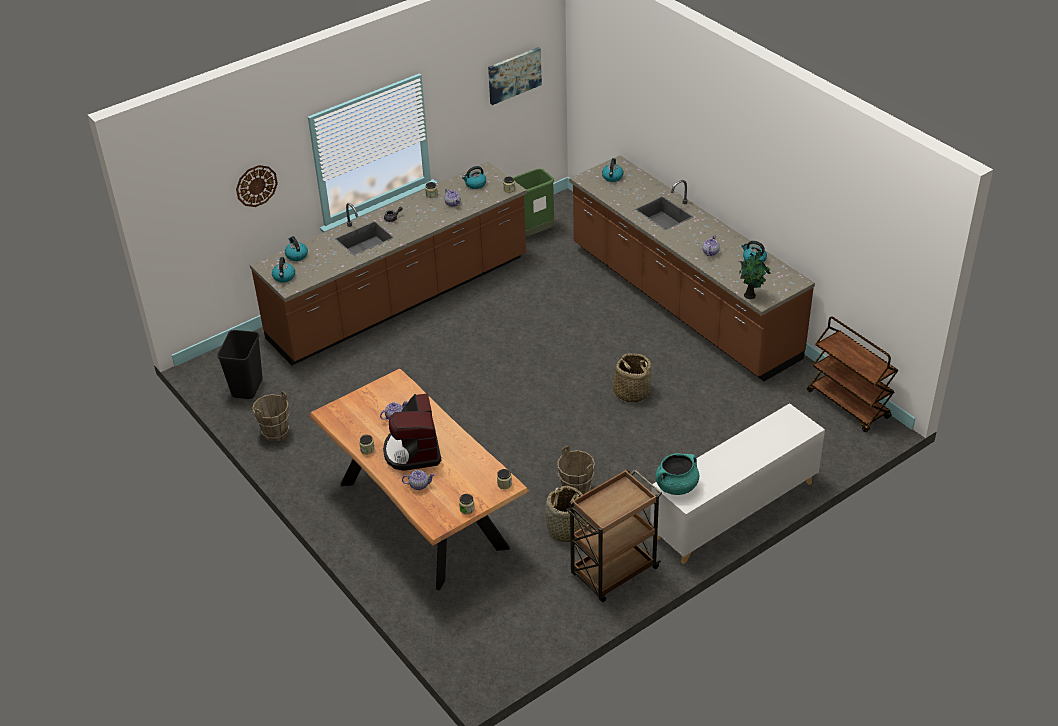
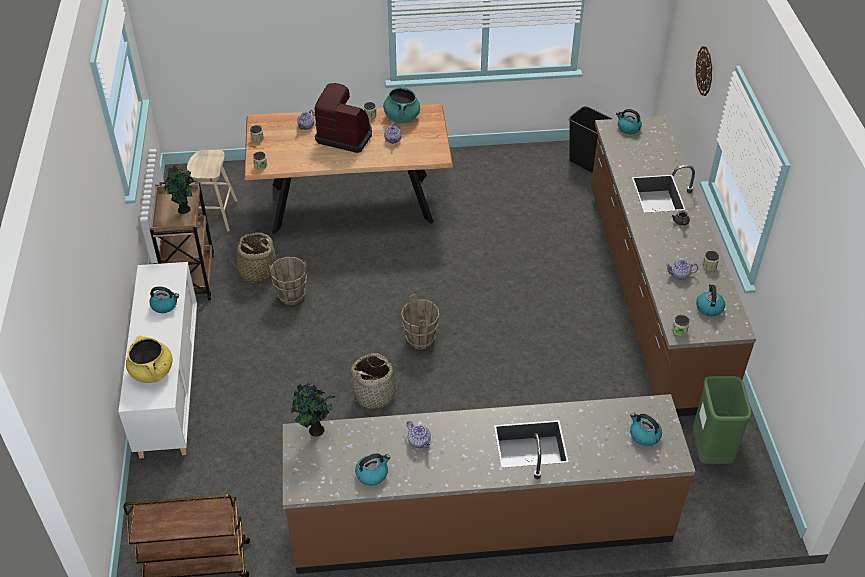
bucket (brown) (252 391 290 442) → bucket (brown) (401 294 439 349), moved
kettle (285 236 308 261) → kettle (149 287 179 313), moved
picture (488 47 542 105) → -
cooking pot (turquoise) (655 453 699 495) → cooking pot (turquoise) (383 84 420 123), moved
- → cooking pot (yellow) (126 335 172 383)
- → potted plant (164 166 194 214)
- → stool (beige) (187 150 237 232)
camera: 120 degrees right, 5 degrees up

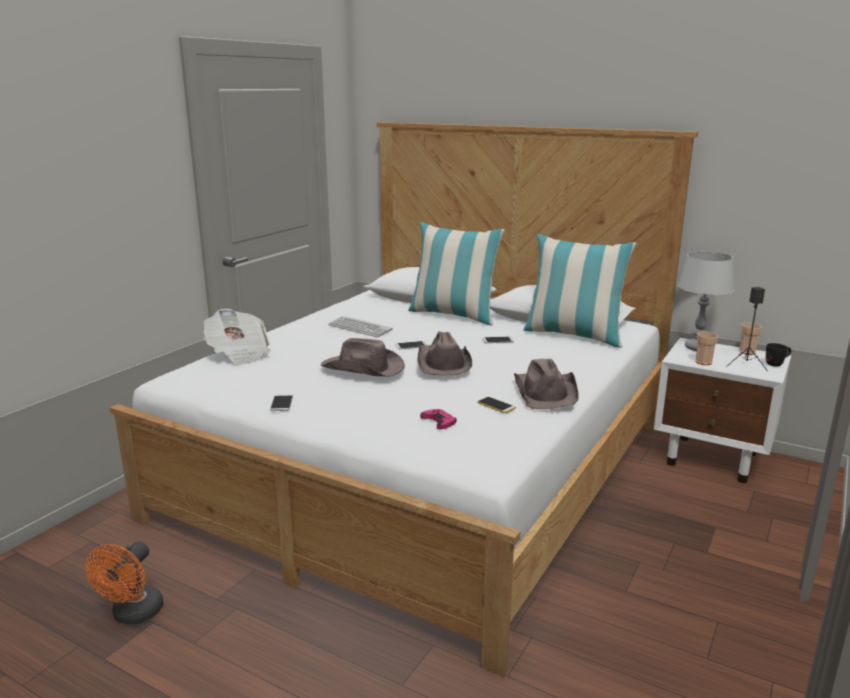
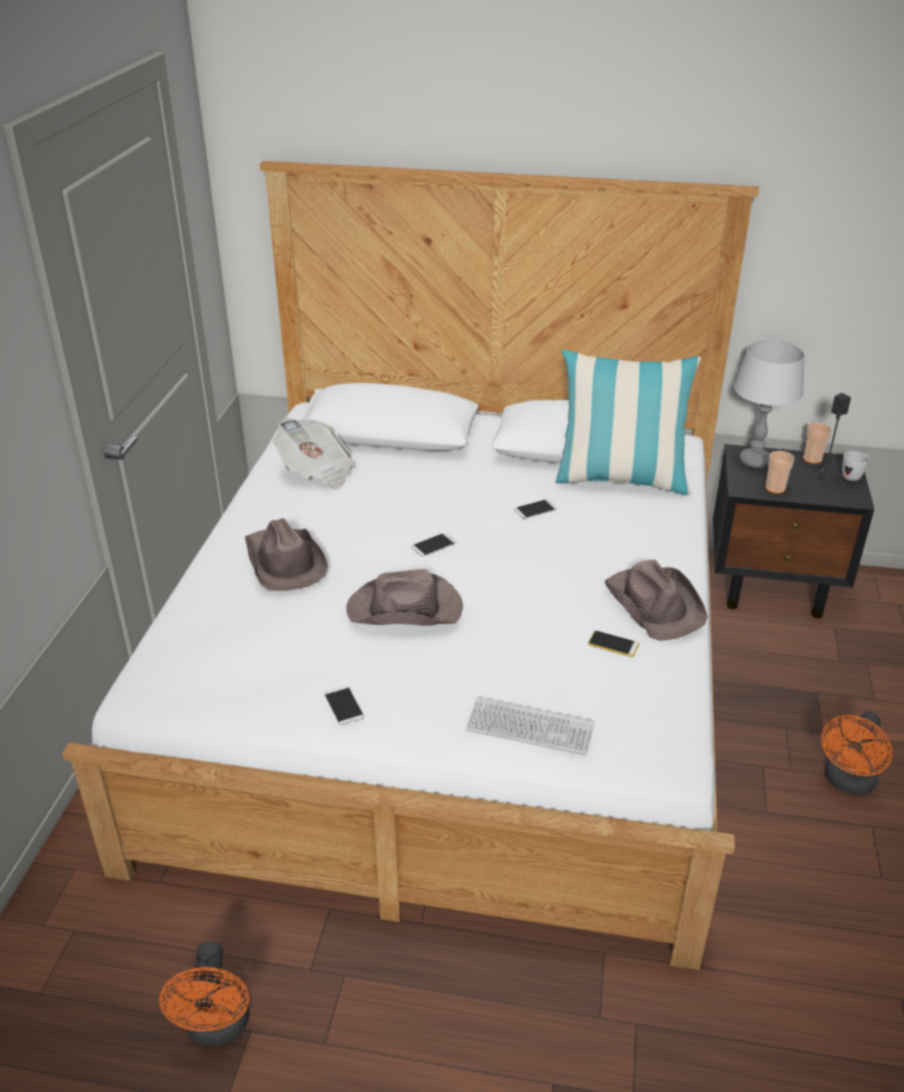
newspaper (204 309 270 365) → newspaper (273 418 356 489), moved
keyboard (328 316 393 337) → keyboard (466 697 595 755), moved
pillow (408 222 505 325) → -
hat (brown) (417 331 472 376) → hat (brown) (245 518 328 591), moved
game controller (pink) (421 409 457 430) → -
nightstand (white) (654 338 791 483) → nightstand (black) (713 444 874 618)
mug (black) (766 343 791 367) → mug (white) (842 451 869 481)
- → fan (orange) (821 711 893 795)
camera: 20 degrees left, 15 degrees up

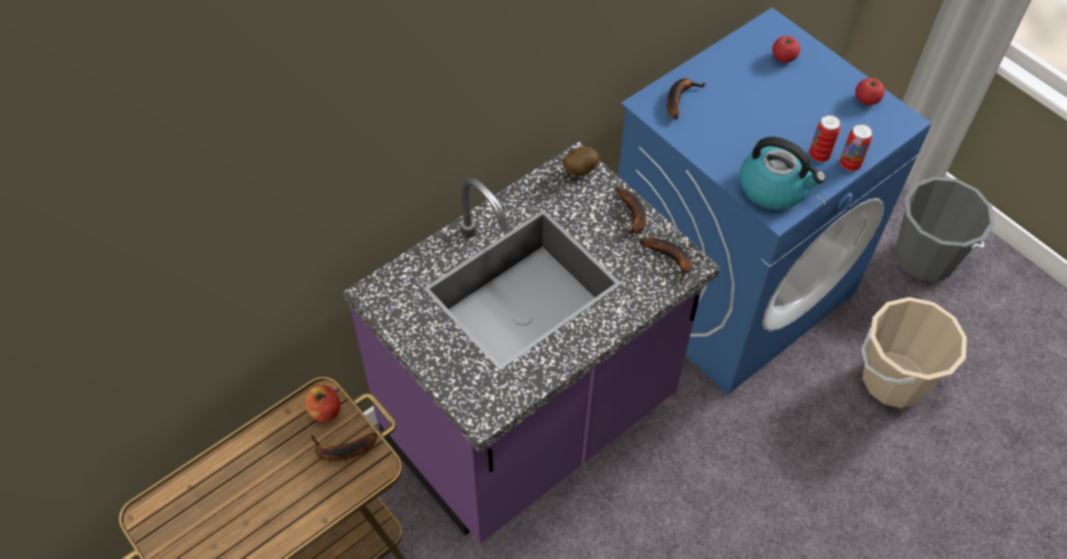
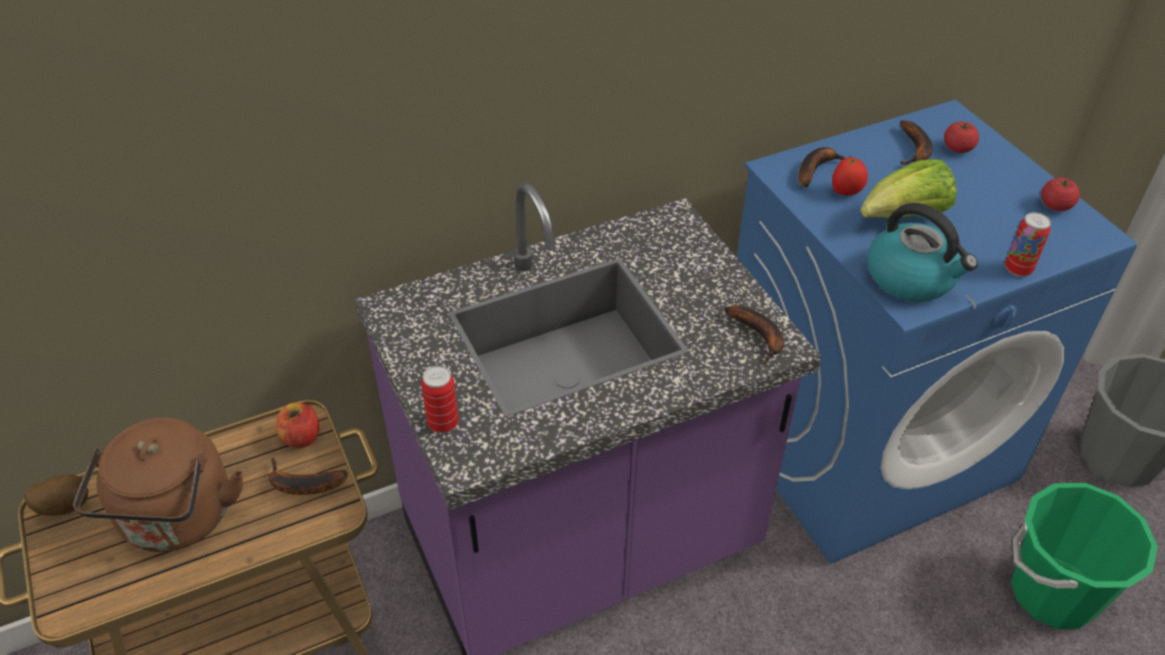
potato (562 146 599 176) → potato (24 474 88 516), moved
banana (616 188 647 239) → banana (900 120 932 165), moved
can (809 115 841 162) → can (421 366 459 433), moved
bucket (beige) (861 297 967 408) → bucket (green) (1011 483 1158 629)
- → kettle (brown) (73 417 243 552)
- → tomato (832 157 868 196)
- → lettuce (861 159 957 218)
camera: 15 degrees right, 10 degrees down

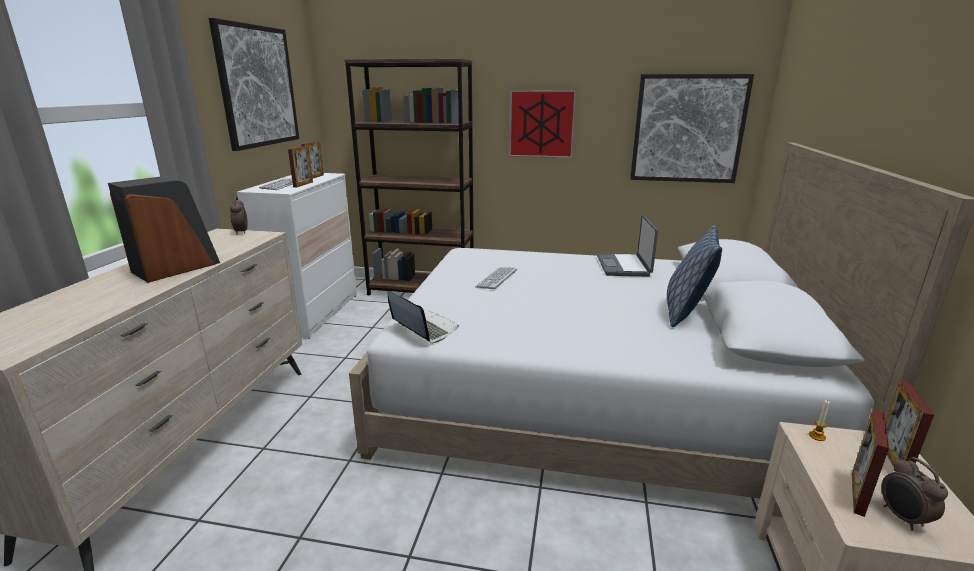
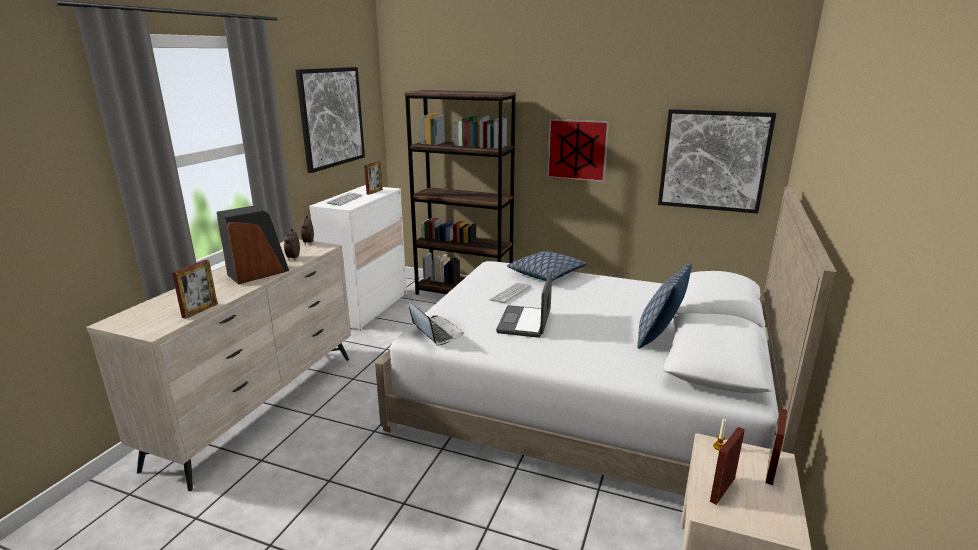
picture frame (288 146 313 187) → picture frame (172 260 218 319), moved
laptop (597 215 658 276) → laptop (496 271 552 338), moved
alarm clock (882 456 948 531) → alarm clock (284 229 300 261), moved
- → pillow (507 251 587 281)
camera: 10 degrees right, 0 degrees up

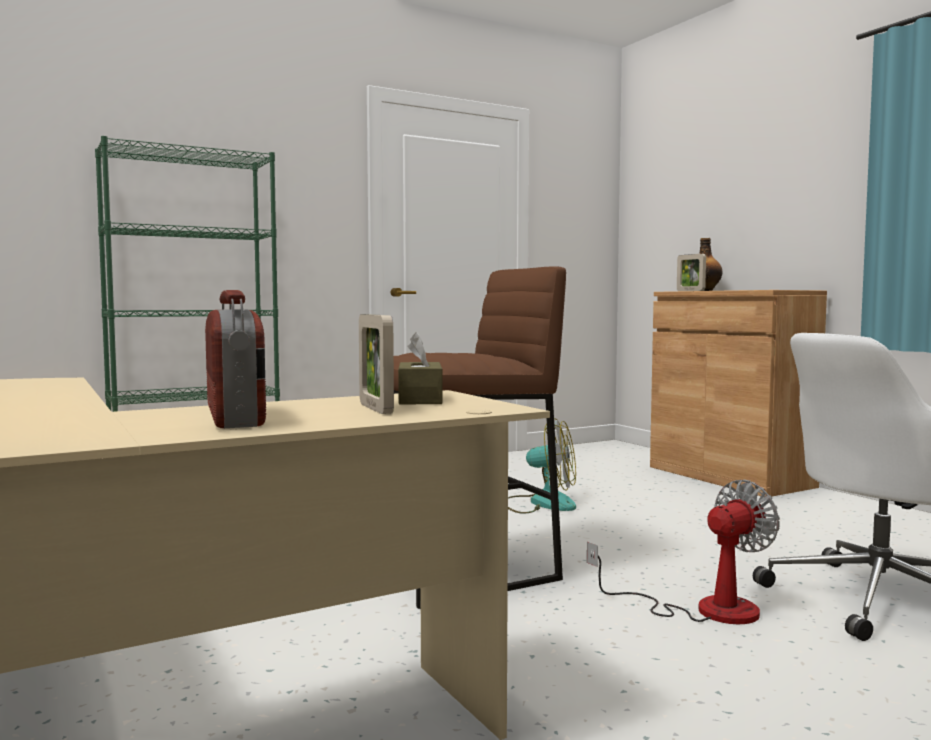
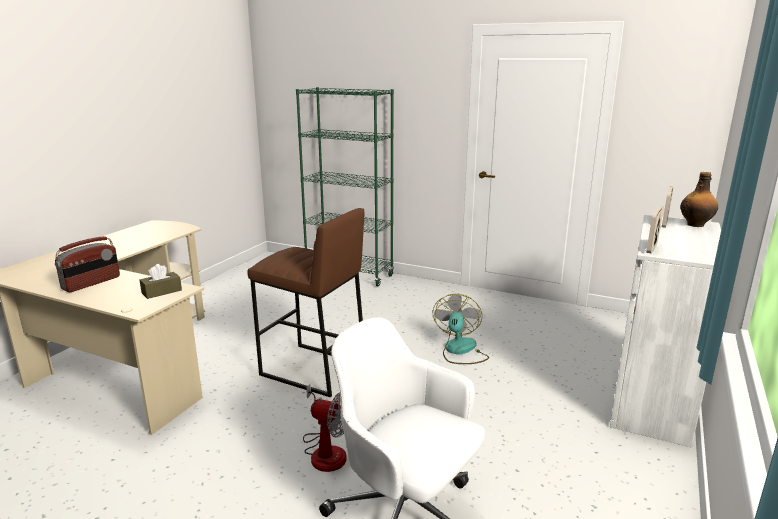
picture frame (359 314 394 414) → picture frame (646 206 664 253), moved
fan (508 418 576 514) → fan (433 294 489 364), 150 degrees counterclockwise
cabinet (brown) (650 290 827 497) → cabinet (white) (610 215 721 447)
camera: 55 degrees right, 15 degrees up

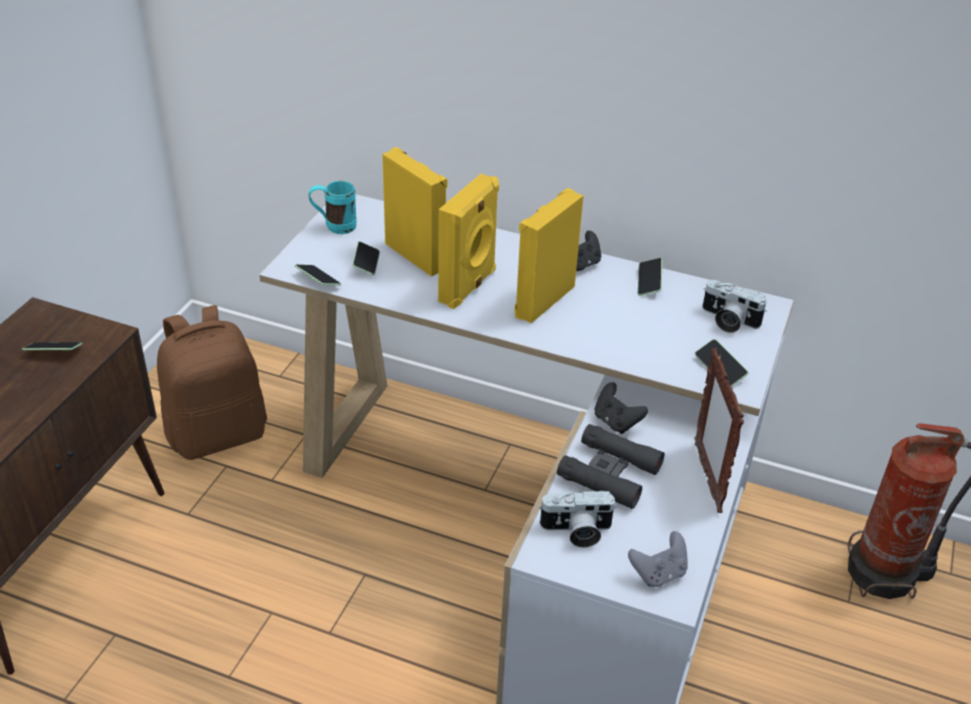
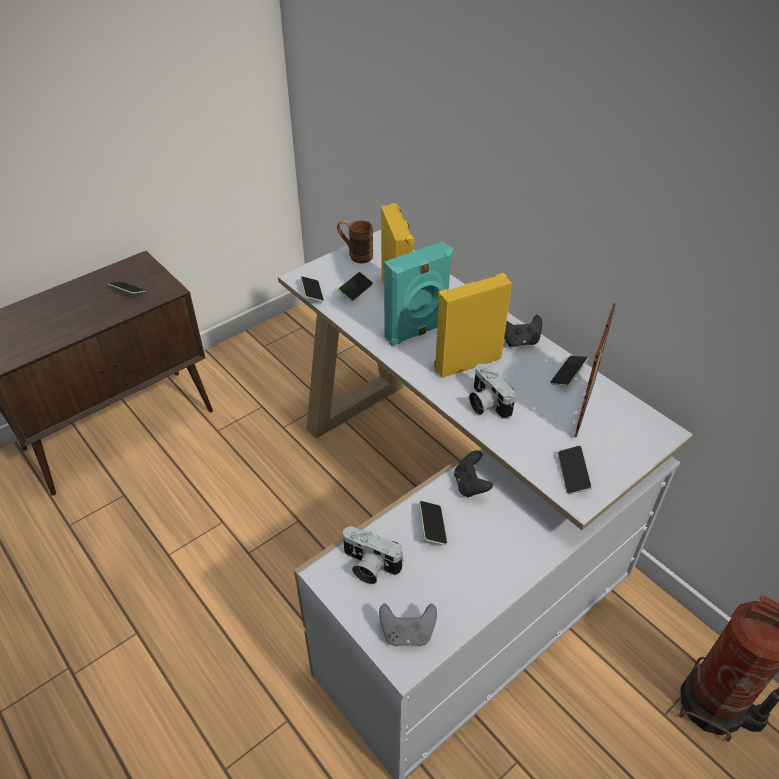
backpack (brown) (157 305 267 460) → -
mug (turquoise) (308 181 357 234) → mug (brown) (337 220 373 263)
speaker (yellow) (438 174 499 309) → speaker (turquoise) (384 241 453 346)
binoculars (black) (557 424 665 509) → phone (419 501 447 545)
picture frame (694 348 744 513) → picture frame (574 303 616 437), moved
photo camera (702 280 767 333) → photo camera (469 364 516 419), moved
camera: 30 degrees right, 5 degrees up

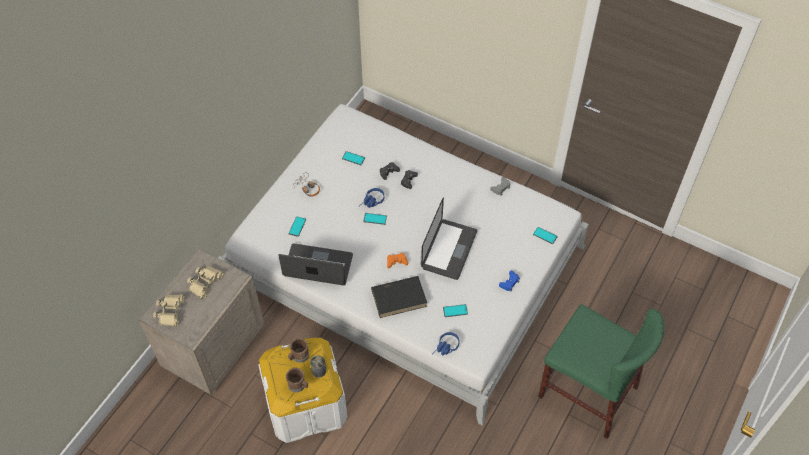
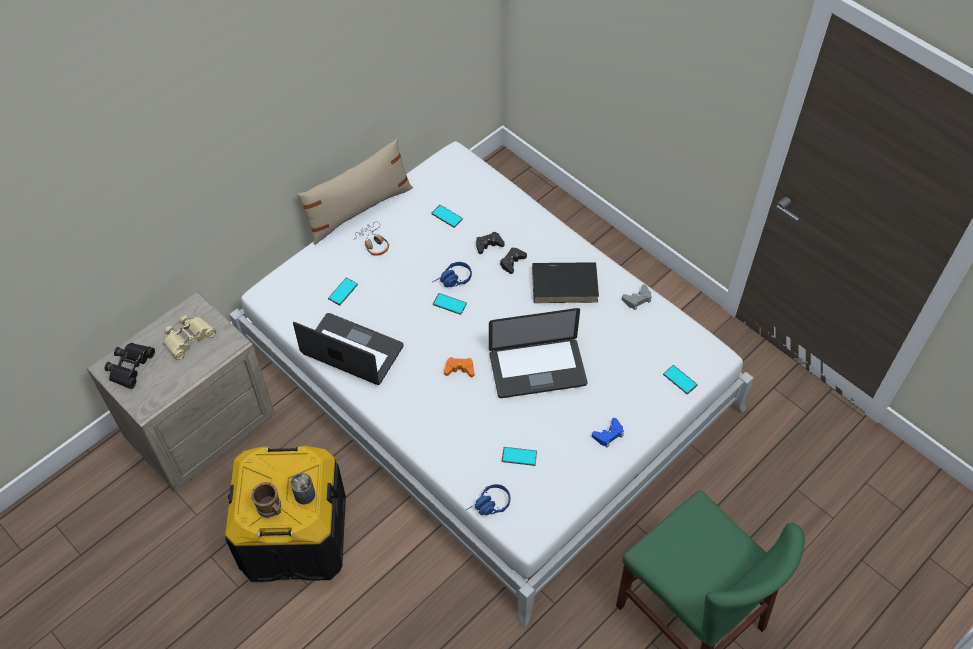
binoculars (beige) (153 294 185 327) → binoculars (black) (105 343 155 389)
storage box (white) (258 338 347 443) → storage box (black) (225 446 346 582)
mug (brown) (288 338 309 363) → -
book (black) (371 276 427 318) → book (black) (532 262 599 303), moved
laptop (421 197 477 280) → laptop (489 308 587 398), 45 degrees clockwise
- → pillow (beige) (297 138 413 245)
camera: 15 degrees right, 0 degrees up

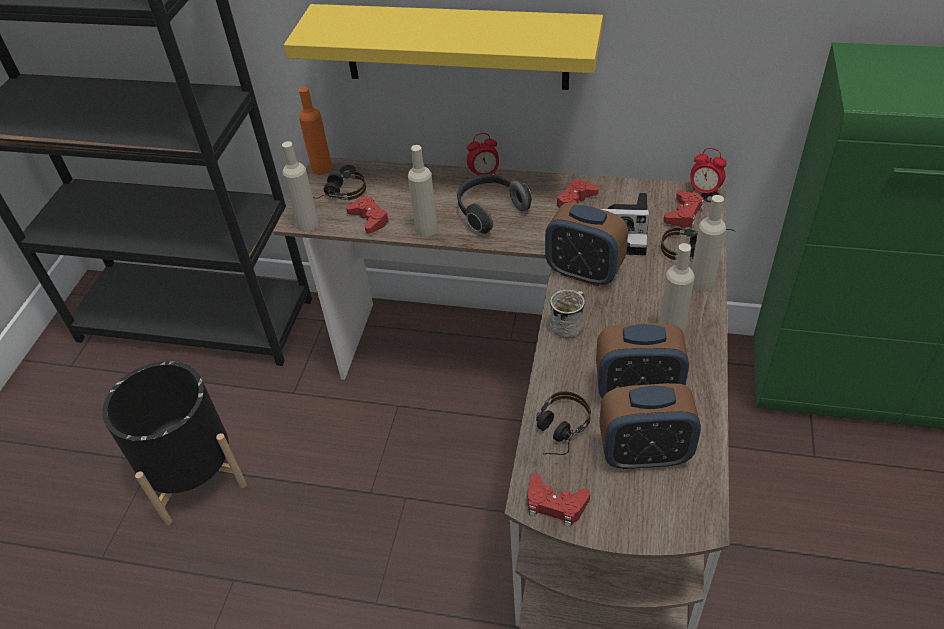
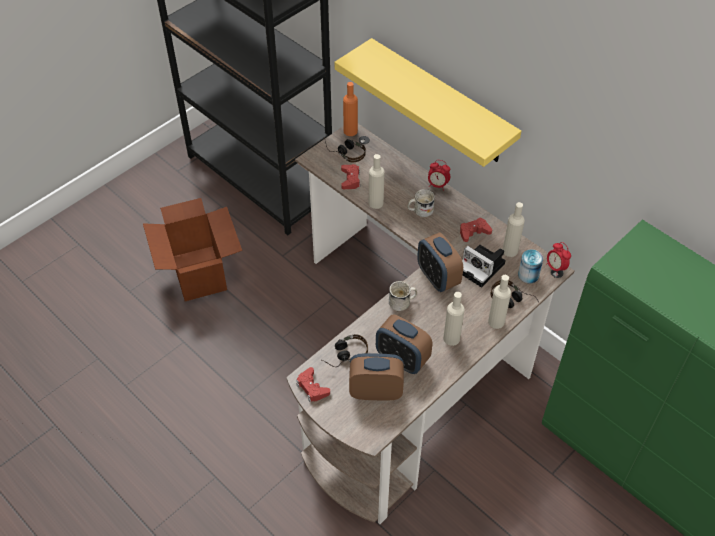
planter (black) (102 361 247 525) → cardboard box (143 198 242 301)
bottle (beige) (282 141 319 232) → bottle (beige) (503 202 525 257), moved
headphones (457 174 532 234) → mug (white) (407 189 435 217)
alarm clock (599 383 701 469) → alarm clock (349 353 404 401), 150 degrees clockwise
game controller (red) (663 190 704 228) → can (518 250 543 284)
camera: 30 degrees right, 5 degrees up

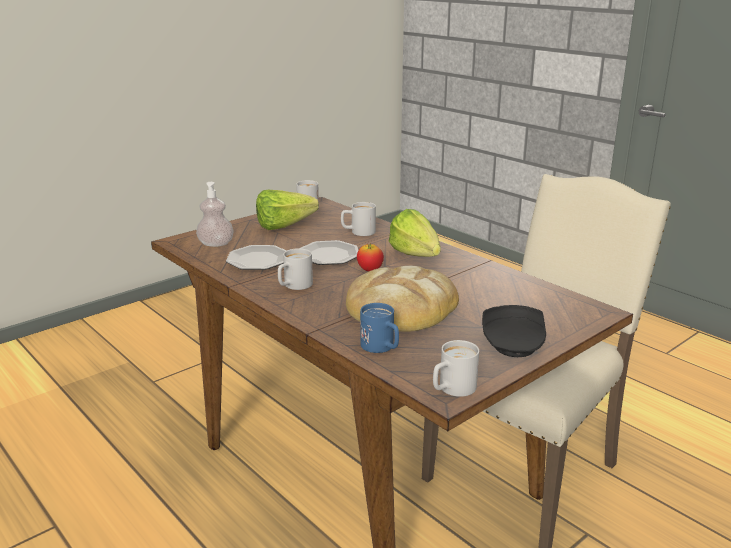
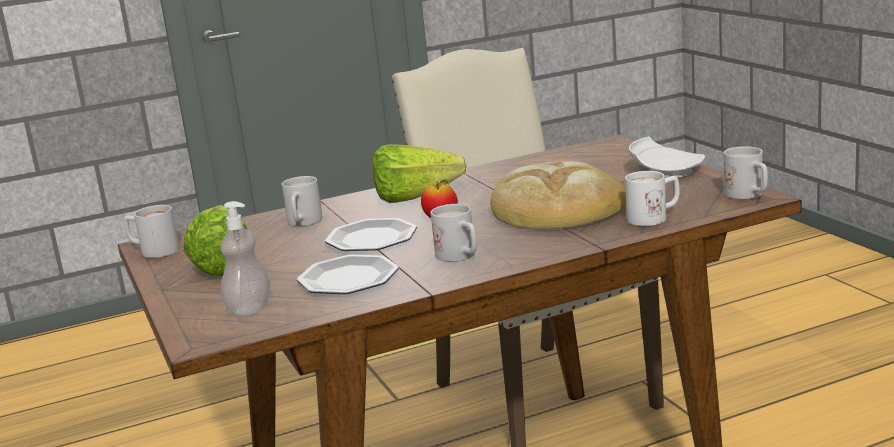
mug (blue) (360 303 399 353) → mug (white) (625 171 679 226)
plate (black) (482 305 546 357) → plate (white) (629 137 705 178)
camera: 70 degrees left, 5 degrees down

